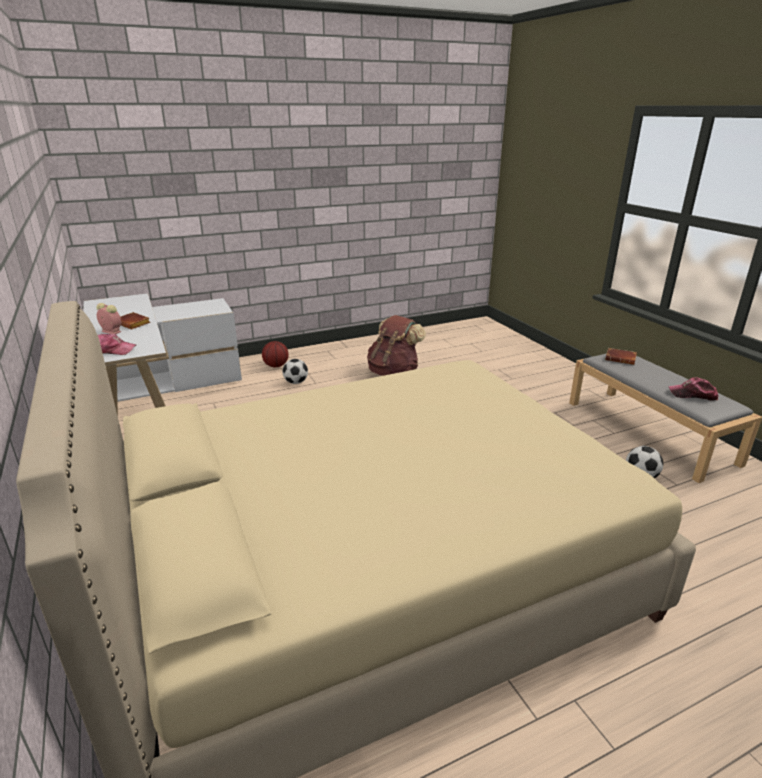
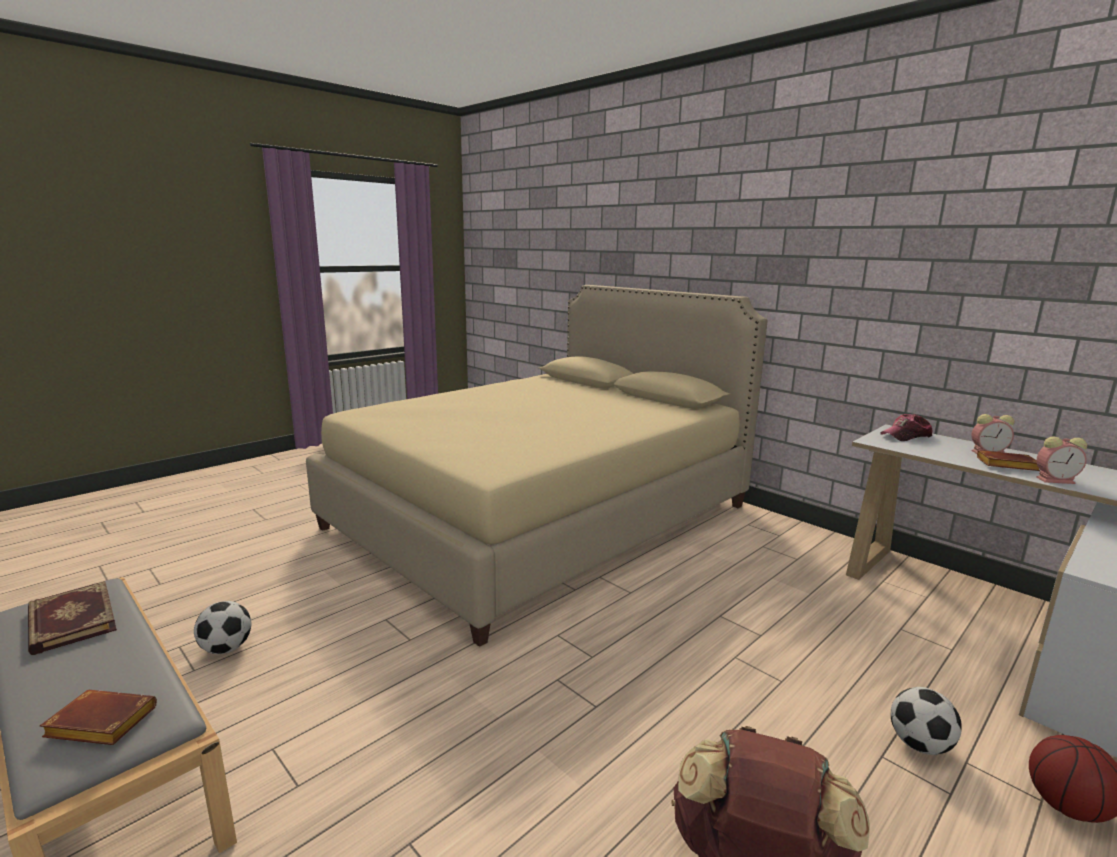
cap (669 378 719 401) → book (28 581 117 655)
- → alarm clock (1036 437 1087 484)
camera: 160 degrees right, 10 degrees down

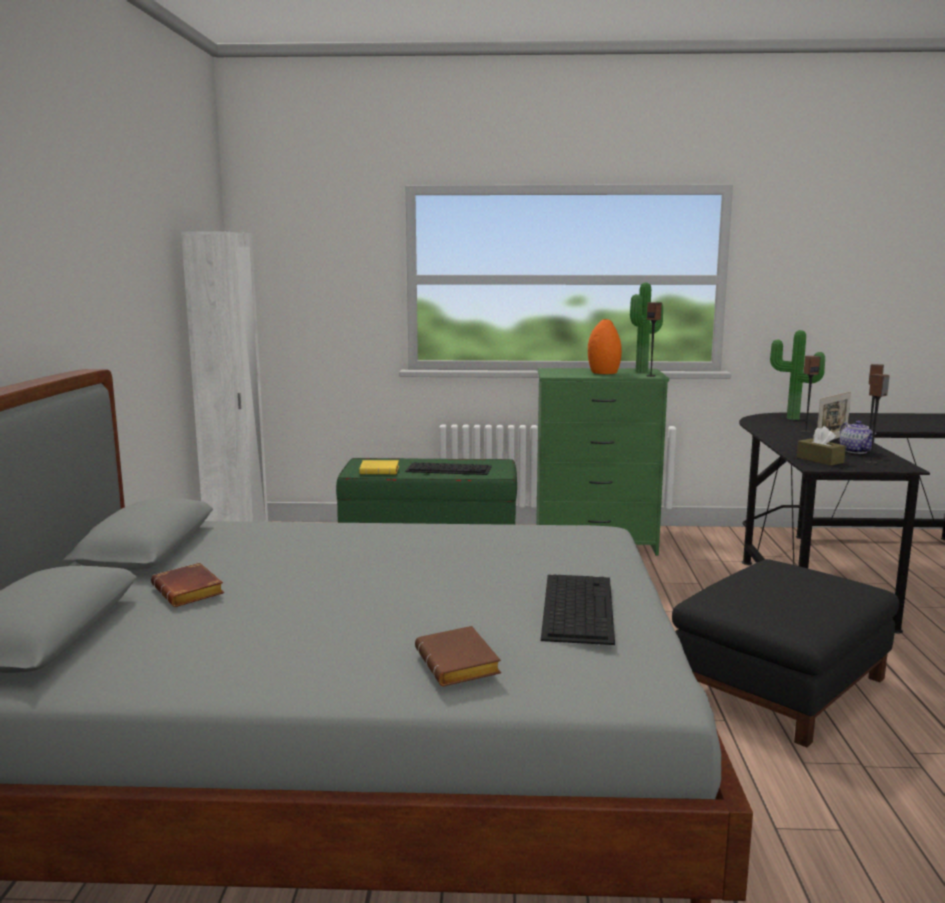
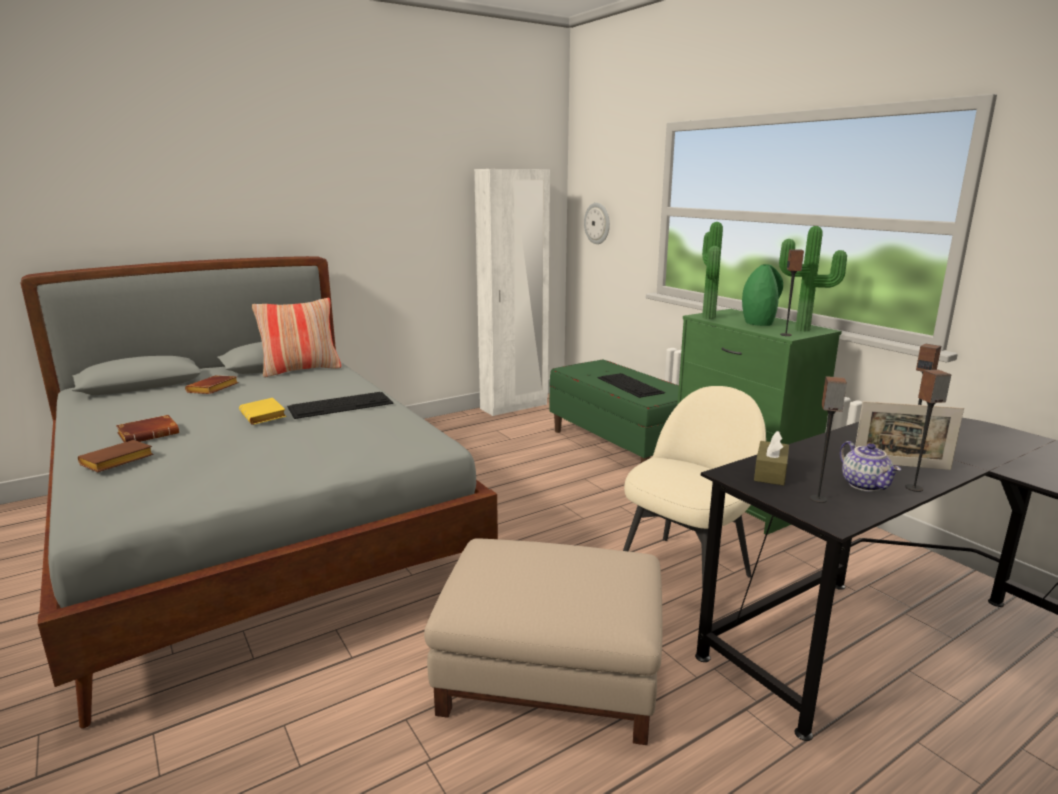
book (yellow) (360 460 399 474) → book (yellow) (239 398 287 425), moved
keyboard (541 575 615 645) → keyboard (287 392 394 419), moved
vase (orange) (588 319 622 374) → vase (green) (742 264 783 326)
ottoman (black) (672 559 899 748) → ottoman (beige) (424 538 662 745)
potted plant (770 330 825 420) → potted plant (702 222 723 319), moved
teapot (840 420 876 454) → teapot (840 441 901 492), 60 degrees counterclockwise
- → book (brown) (116 415 179 442)
- → pillow (252 298 341 378)
- → wall clock (584 203 610 244)
- → chair (beige) (623 386 766 590)
camera: 55 degrees right, 5 degrees up

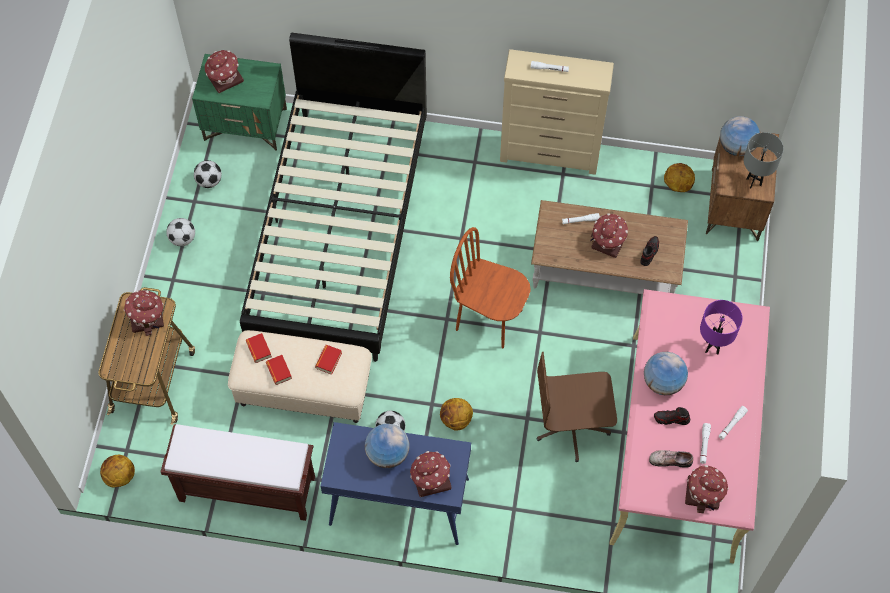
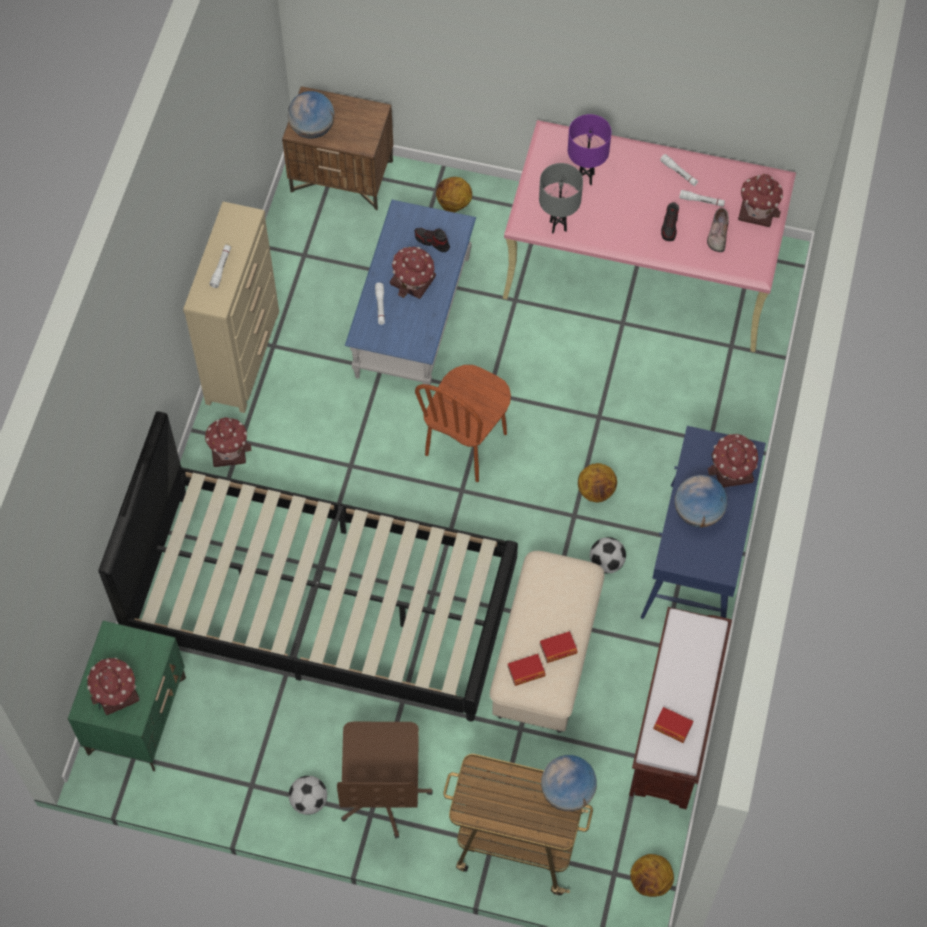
toy house (124 290 164 336) → toy house (205 417 251 467), moved
football (194 160 222 188) → -
book (315 345 342 375) → book (653 707 693 743), moved
coffee table (brown) (531 200 688 294) → coffee table (blue) (345 200 476 385)
office chair (brown) (537 352 617 462) → office chair (brown) (337 722 433 839), moved
globe (644 352 688 395) → globe (541 755 597 811), moved
basketball (664 163 695 192) → basketball (436 177 472 213), moved
table lamp (grey) (744 132 784 188) → table lamp (grey) (539 163 583 233), moved
camera: 85 degrees left, 0 degrees up

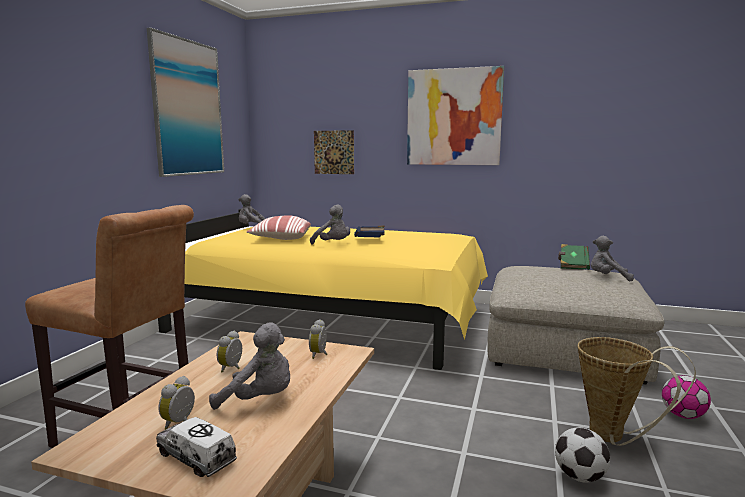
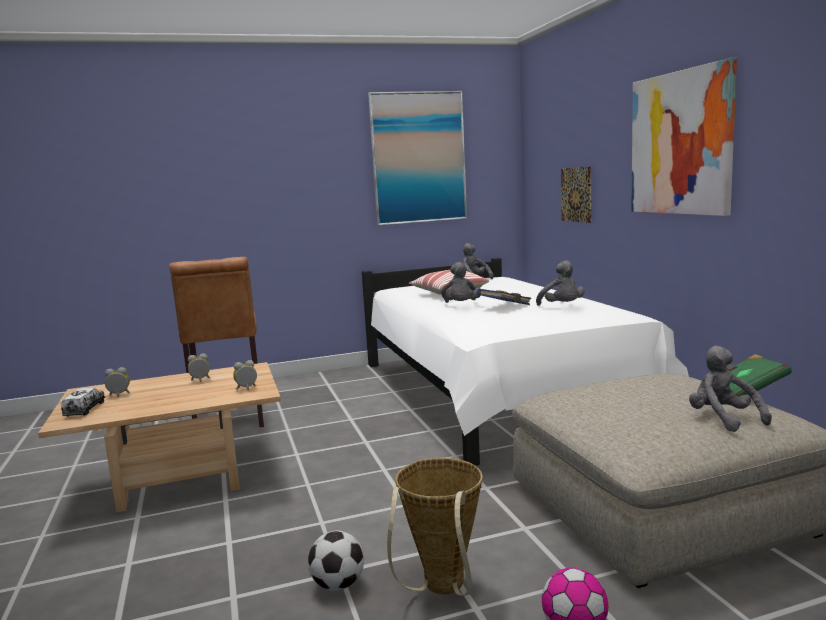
bed (yellow) (158 209 488 370) → bed (white) (362 258 689 466)
plush toy (grey) (209 322 290 410) → plush toy (grey) (536 261 585 306), moved
camera: 55 degrees right, 0 degrees up

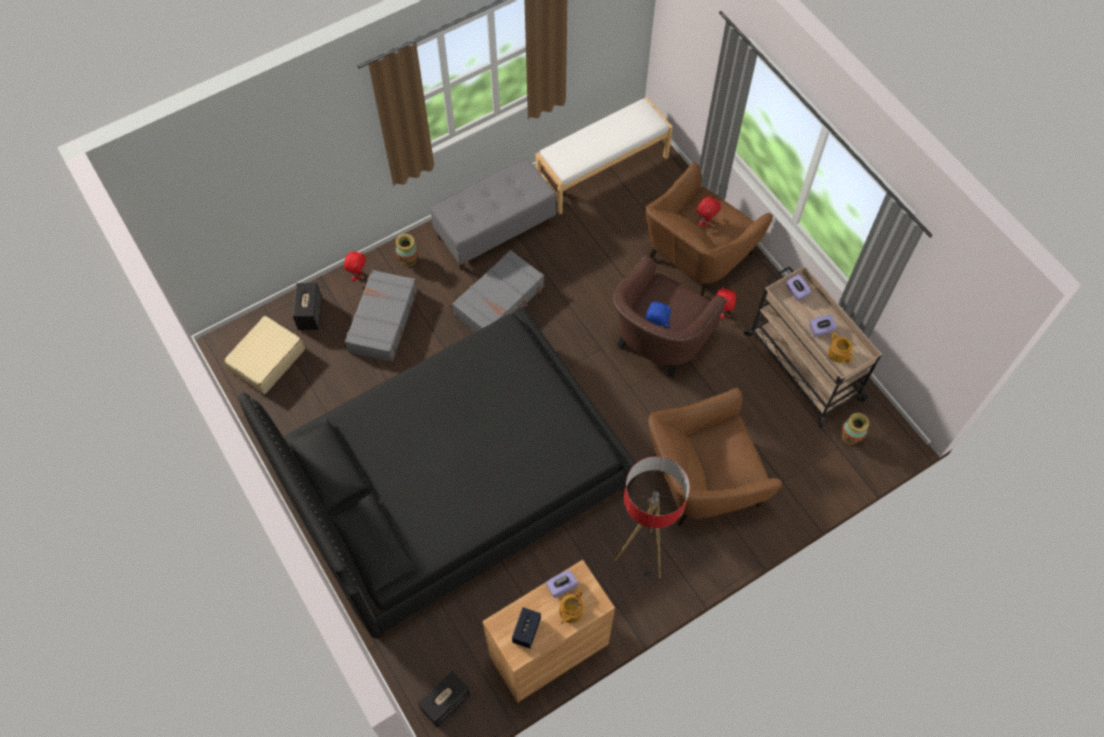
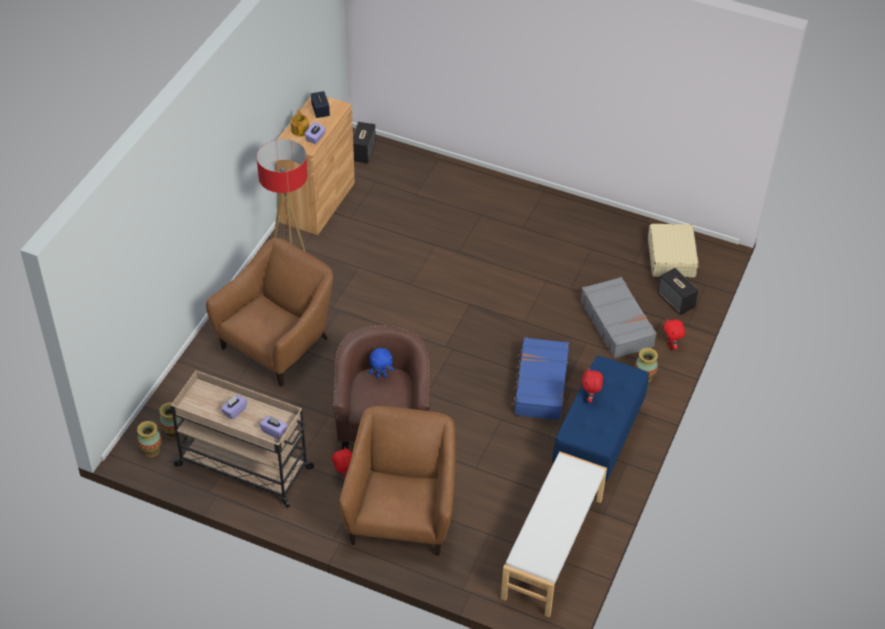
bed (black) (238 307 636 639) → -
bench (grey) (431 158 556 270) → bench (blue) (552 356 649 481)
suitcase (grey) (452 250 544 332) → suitcase (blue) (511 337 569 420)
plush toy (red) (697 197 721 226) → plush toy (red) (582 368 603 403), moved
teapot (828 332 853 363) → -
- → vase (137 421 162 458)
camera: 145 degrees right, 15 degrees down

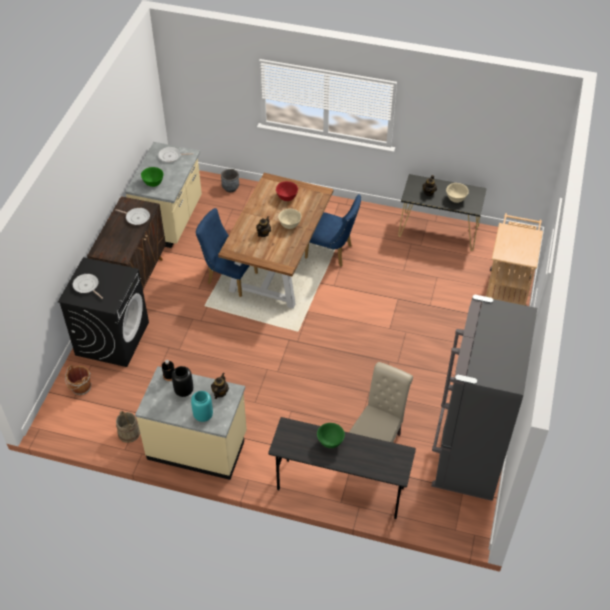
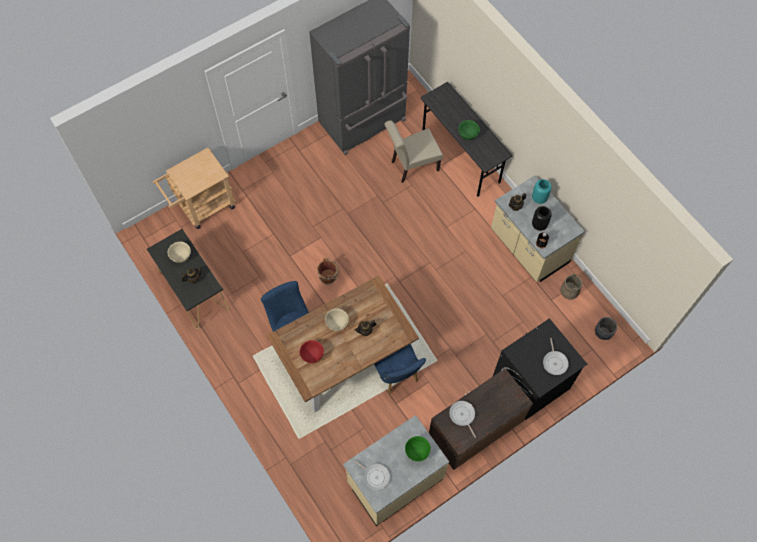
bucket (brown) (65 365 92 395) → bucket (brown) (317 258 340 285), moved
planter (grey) (221 169 239 192) → planter (grey) (595 317 617 340), moved
camera: 140 degrees left, 15 degrees up

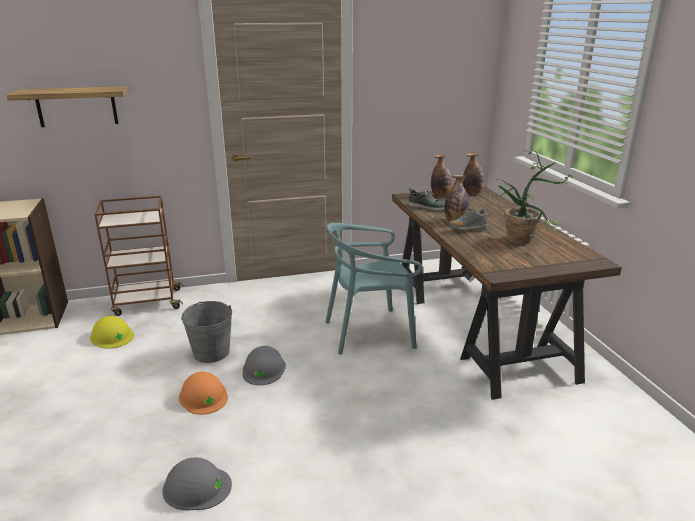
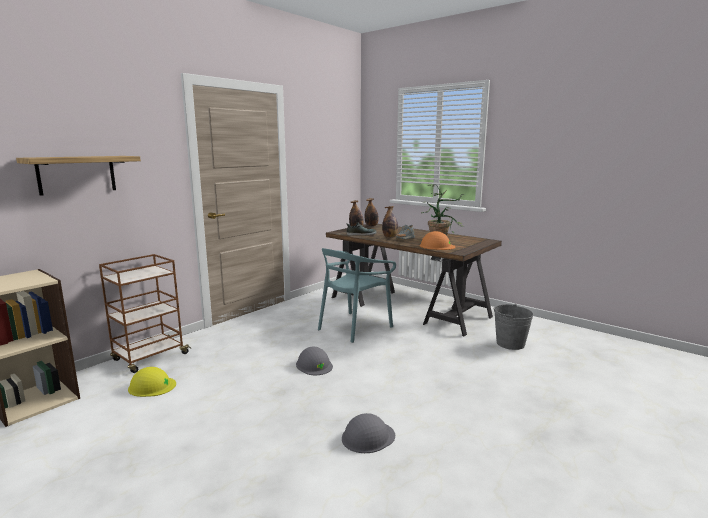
hard hat (orange) (179 372 228 415) → hard hat (orange) (420 231 456 250), moved
bucket (grey) (181 301 232 363) → bucket (grey) (493 304 534 350), moved
camera: 35 degrees left, 10 degrees down

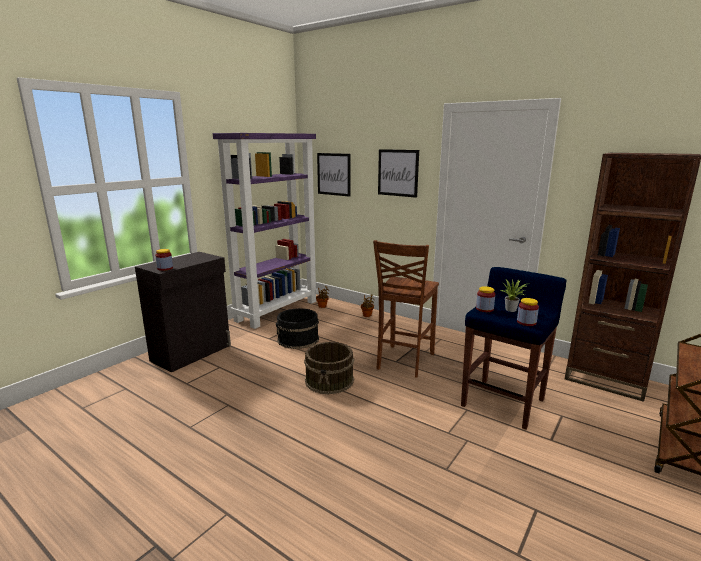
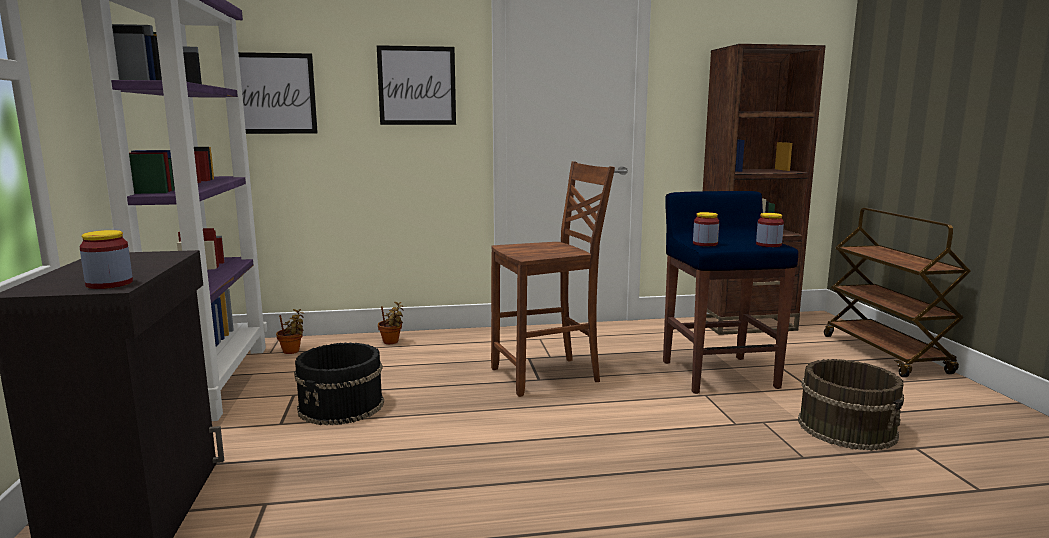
bucket (brown) (304 342 354 394) → bucket (brown) (798 359 904 451), moved
chair (brown) (373 240 439 377) → chair (brown) (491 161 615 397), 90 degrees counterclockwise
potted plant (500 279 528 312) → -
camera: 45 degrees left, 5 degrees down

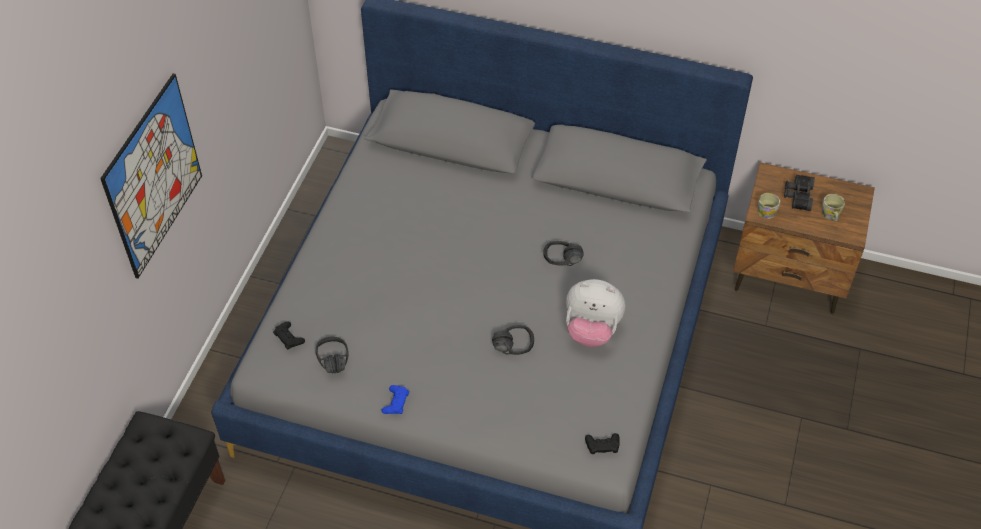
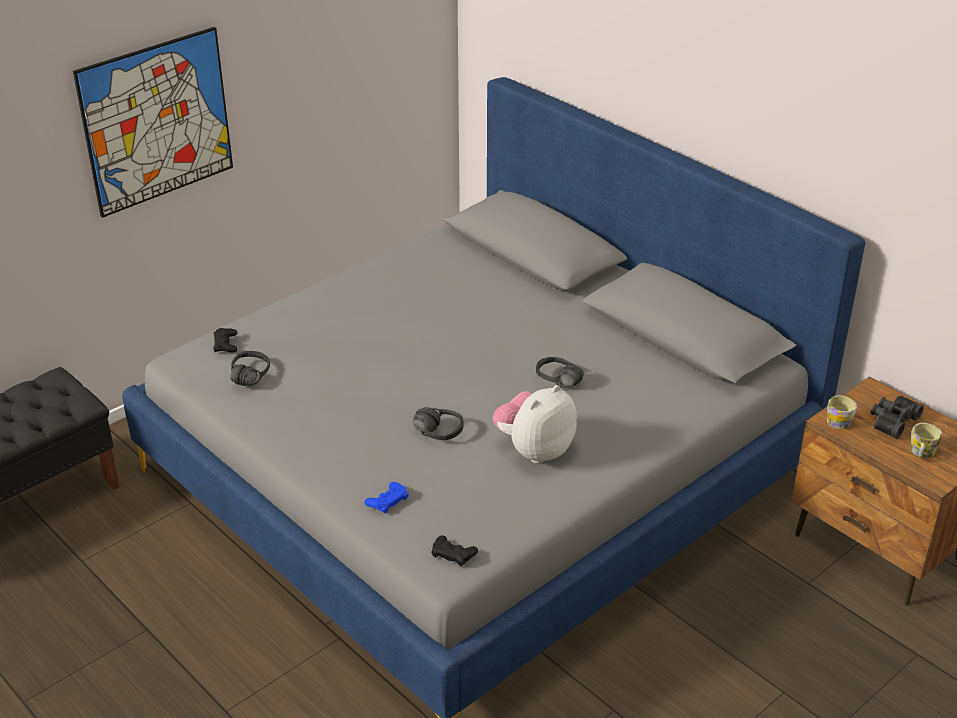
game controller (blue) (382 385 409 414) → game controller (blue) (364 482 409 513), moved
plush toy (566 279 625 347) → plush toy (493 385 577 464), 90 degrees clockwise
camera: 30 degrees right, 15 degrees down

